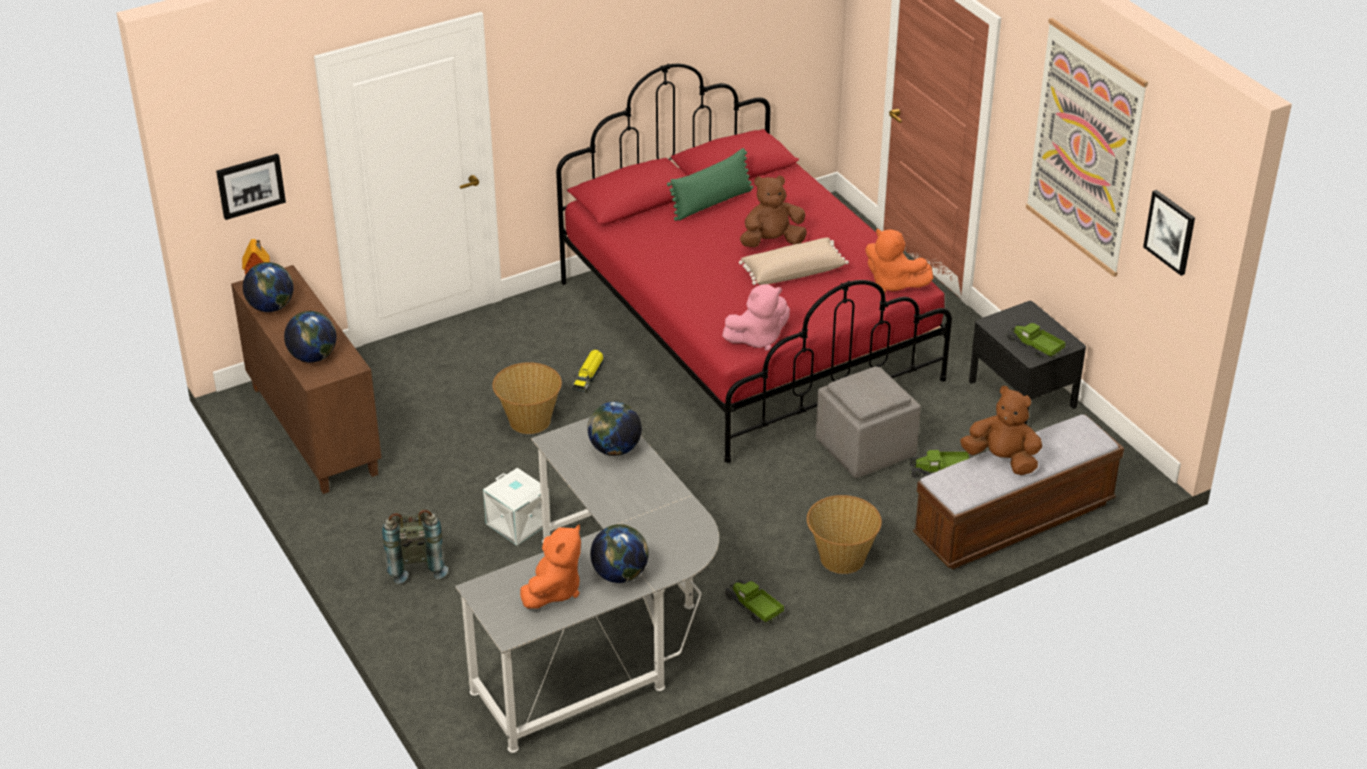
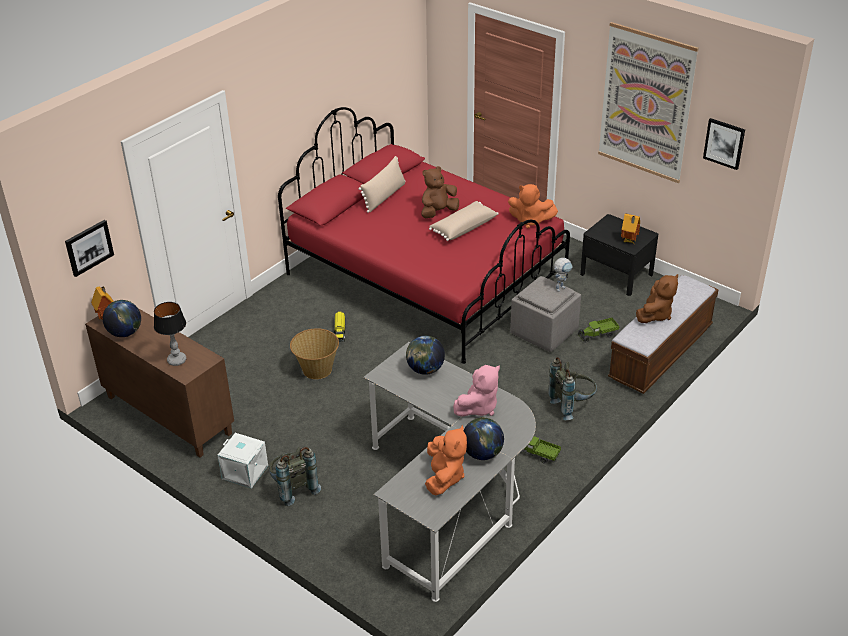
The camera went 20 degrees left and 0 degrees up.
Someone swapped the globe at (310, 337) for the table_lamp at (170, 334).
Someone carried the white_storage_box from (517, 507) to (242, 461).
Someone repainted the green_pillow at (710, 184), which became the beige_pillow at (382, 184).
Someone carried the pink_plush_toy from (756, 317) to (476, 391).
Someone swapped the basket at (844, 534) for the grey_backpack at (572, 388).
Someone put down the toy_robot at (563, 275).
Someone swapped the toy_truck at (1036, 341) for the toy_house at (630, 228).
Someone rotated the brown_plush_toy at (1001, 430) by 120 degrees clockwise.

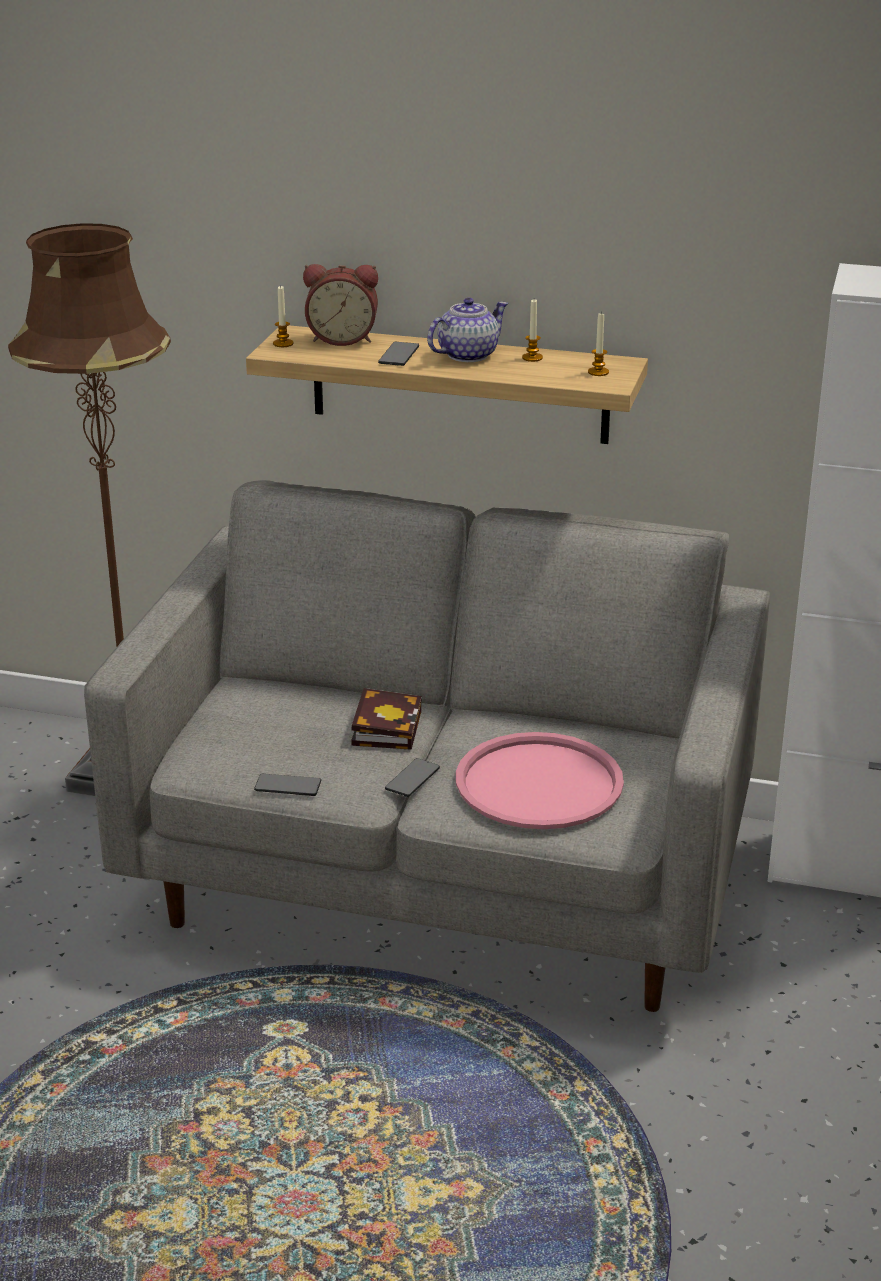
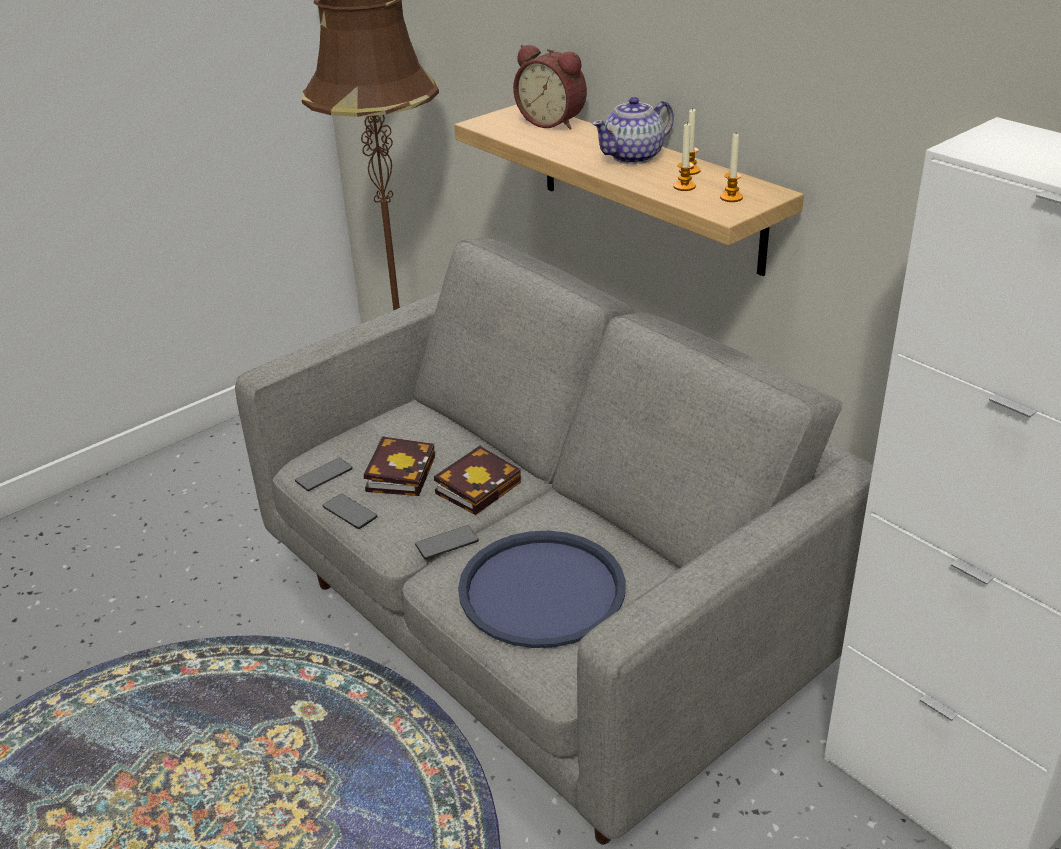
The camera went 35 degrees right and 5 degrees up.
Someone carried the phone from (398, 354) to (324, 474).
Someone put down the book at (399, 466).
Someone repainted the pink_tray at (540, 780), which became the blue_tray at (542, 589).
Someone rotated the teapot at (467, 330) by 150 degrees clockwise.
Someone carried the candle from (283, 316) to (684, 156).

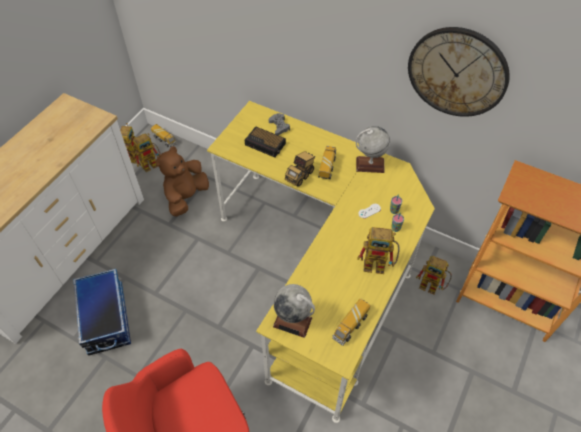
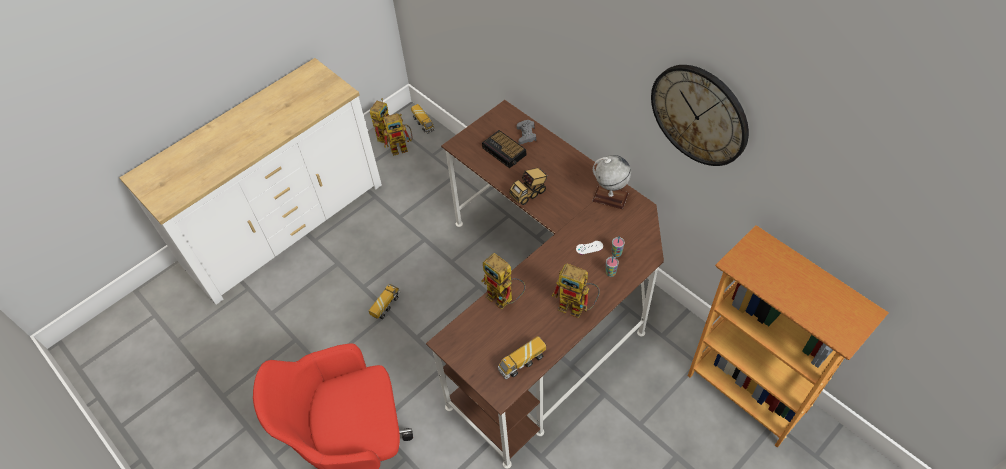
The camera went 20 degrees right and 0 degrees up.
Someone carried the toy_truck from (327, 162) to (385, 301).
Someone repainted the yellow_desk at (321, 262), which became the brown_desk at (545, 284).
Someone carried the toy_robot from (434, 275) to (503, 281).
Someone took away the storage_box at (102, 312).
Someone took away the brown_plush_toy at (182, 181).
Someone took away the globe at (294, 311).

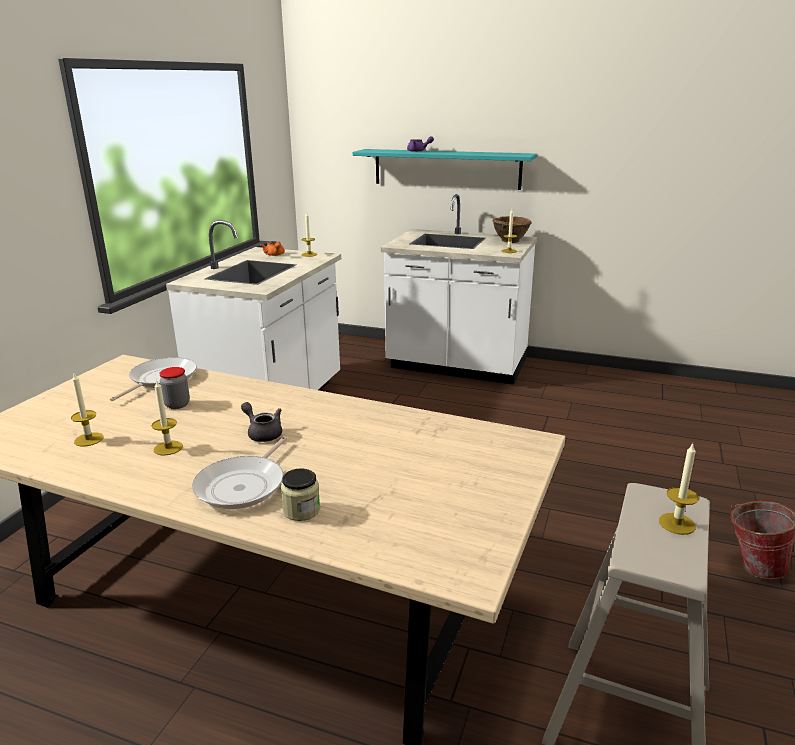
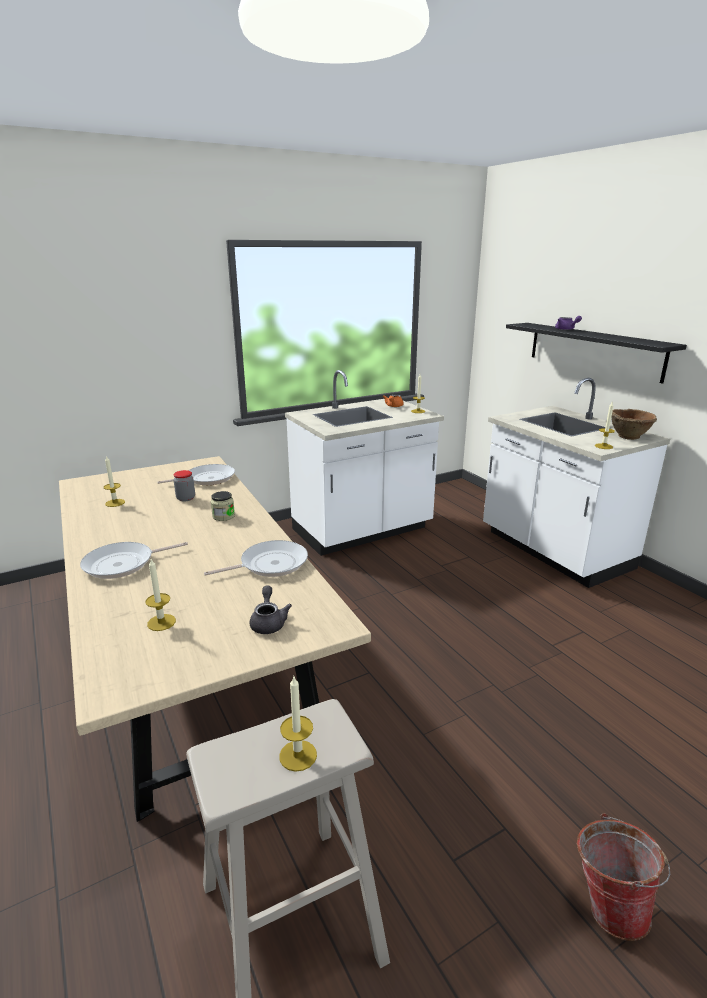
The camera went 40 degrees right and 0 degrees up.
Someone carried the candle from (167, 418) to (160, 595).
Someone put down the frying_pan at (256, 558).
Someone carried the jar from (300, 494) to (223, 506).
Someone carried the grey_teapot from (261, 422) to (271, 609).
Someone repainted the turquoise_shelf at (445, 169), which became the black_shelf at (596, 353).

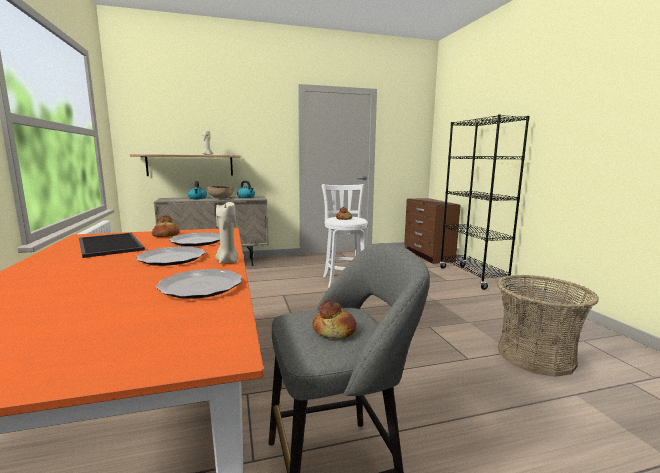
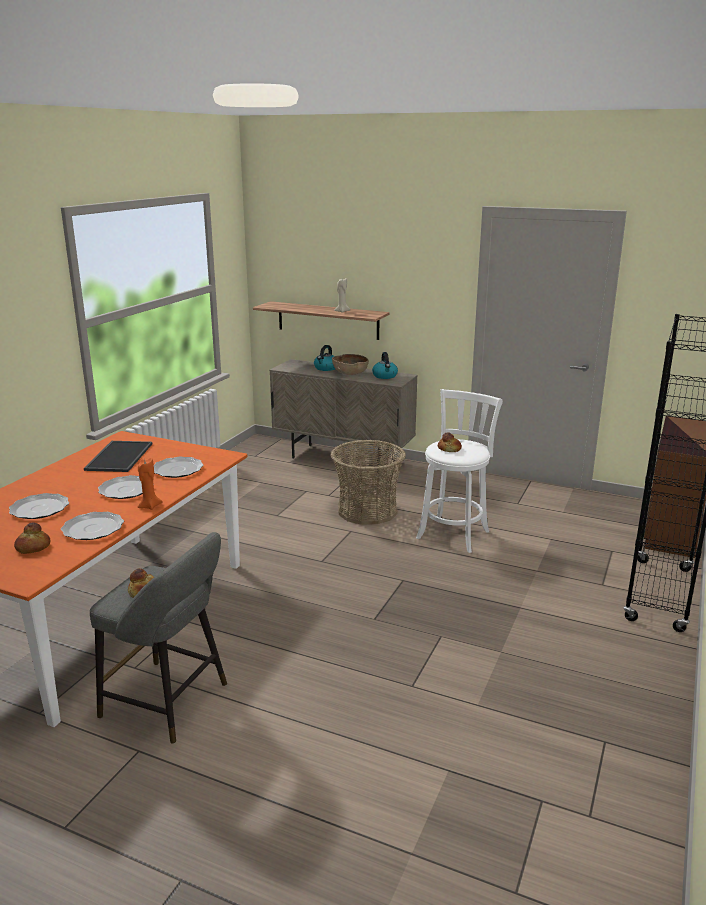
The camera went 40 degrees right and 10 degrees up.
Someone put down the plate at (39, 506).
Someone carried the bread from (165, 226) to (32, 538).
Someone repainted the beige_candle at (226, 233), which became the orange_candle at (150, 484).
Someone carried the basket from (548, 326) to (368, 482).

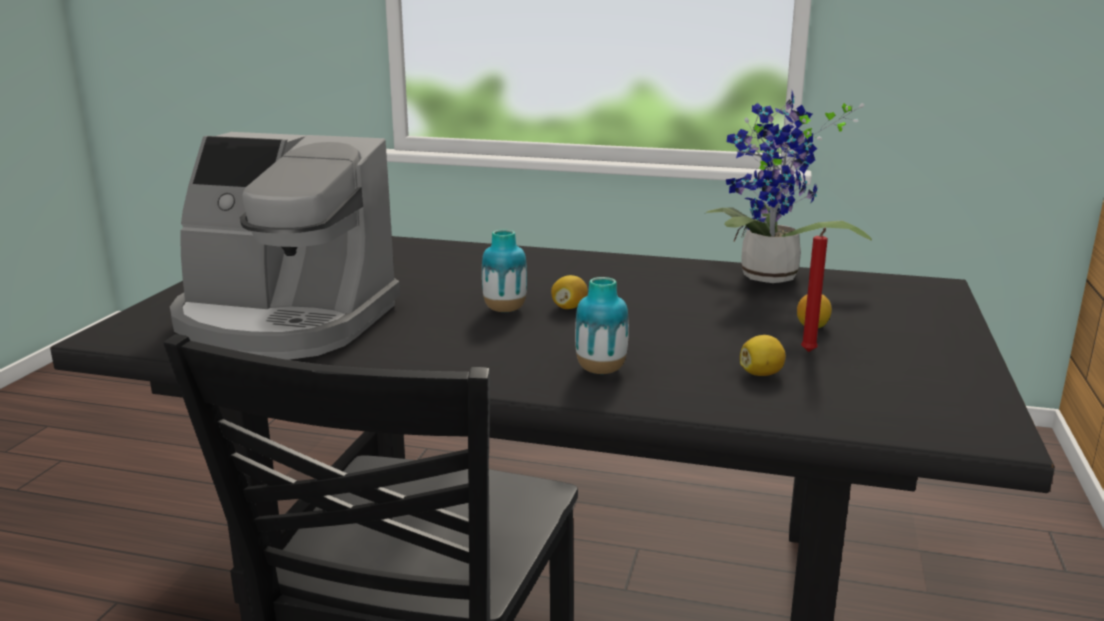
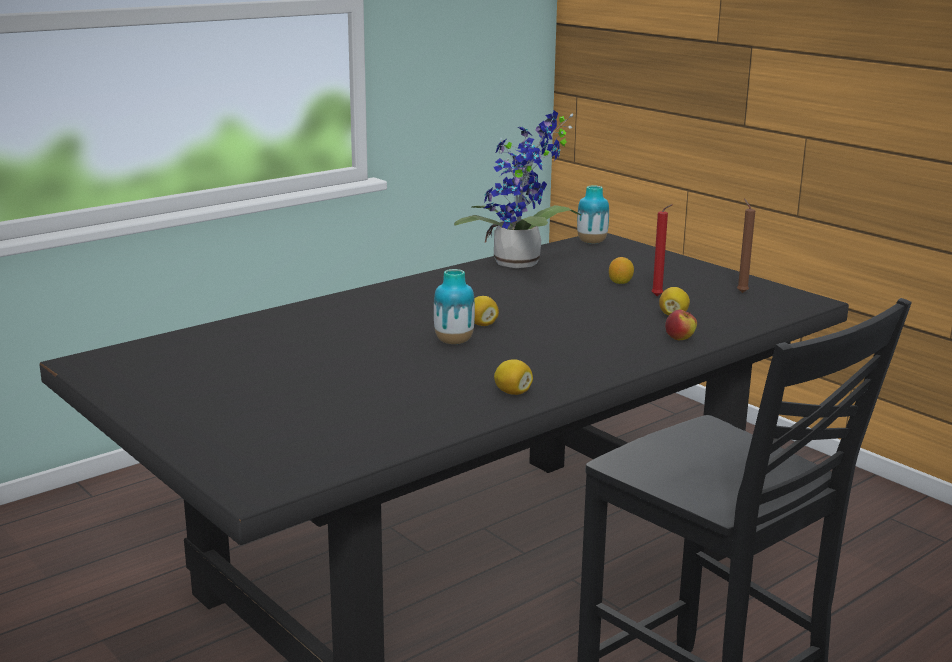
The camera went 55 degrees left and 0 degrees up.
Someone put down the lemon at (513, 377).
Someone carried the vase from (602, 325) to (593, 215).
Someone put down the apple at (681, 325).
Someone put down the brown_candle at (746, 245).
Someone took away the coffee_machine at (285, 246).

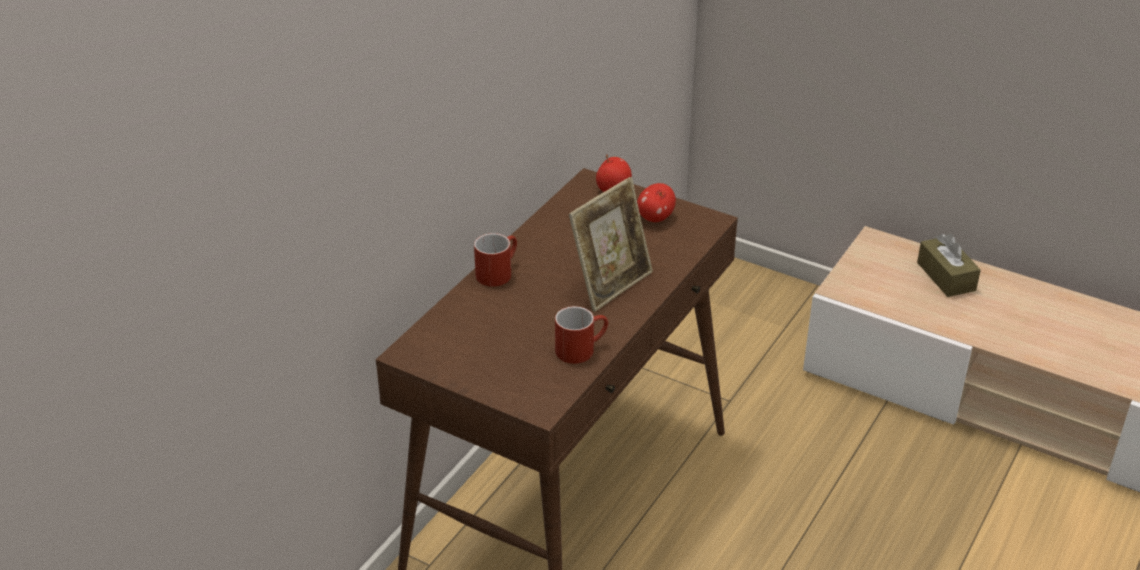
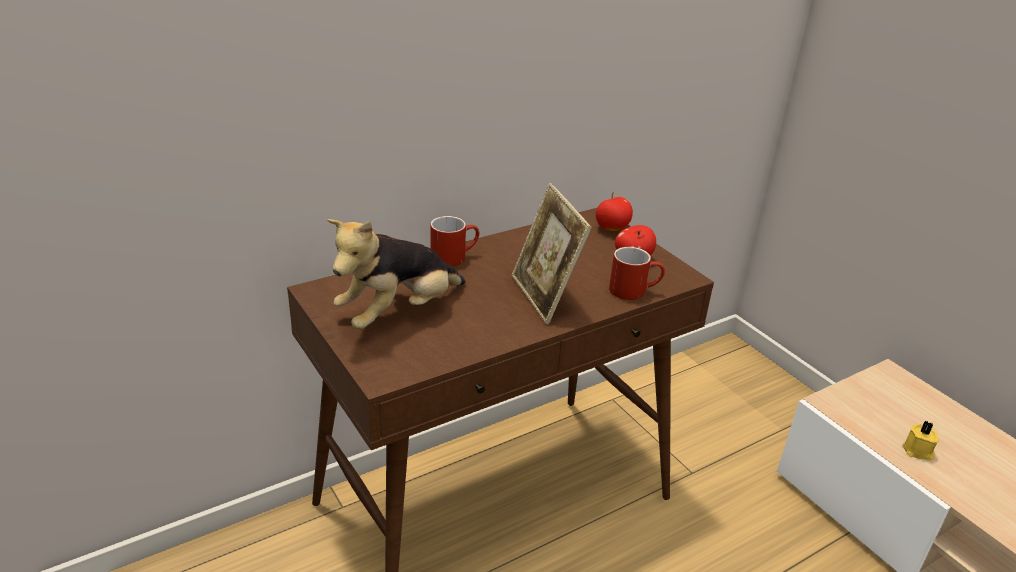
The camera went 25 degrees right and 5 degrees down.
Someone put down the plush_toy at (396, 274).
Someone rotated the picture_frame at (611, 244) by 90 degrees clockwise.
Someone carried the red_mug from (581, 335) to (637, 273).
Someone put down the yellow_candle at (920, 441).
Someone took away the brown_tissue_box at (949, 265).

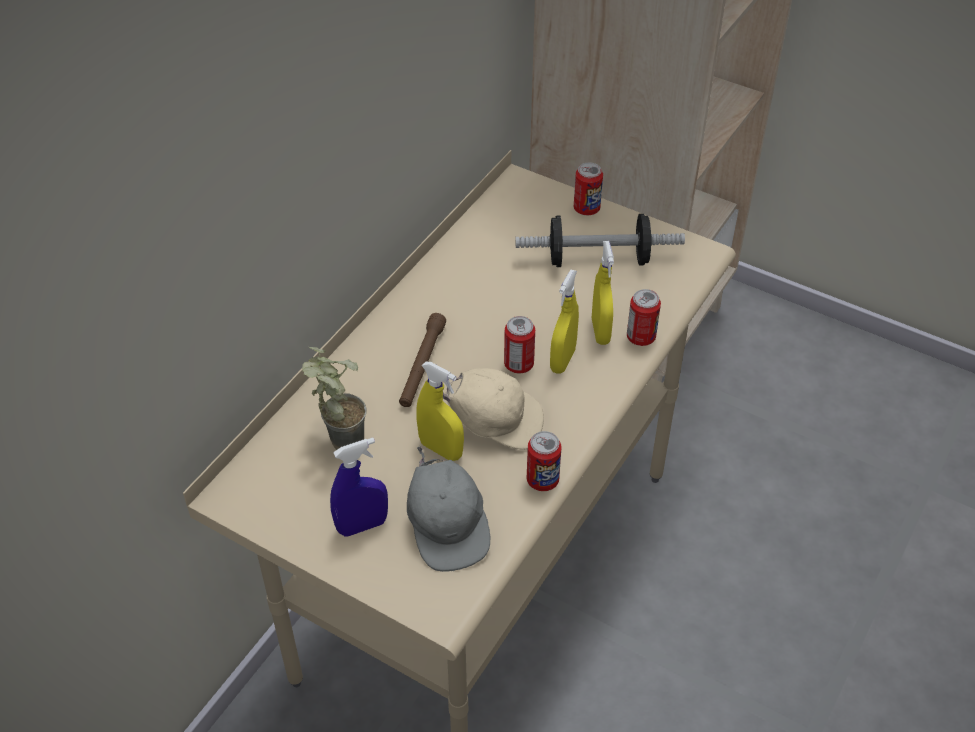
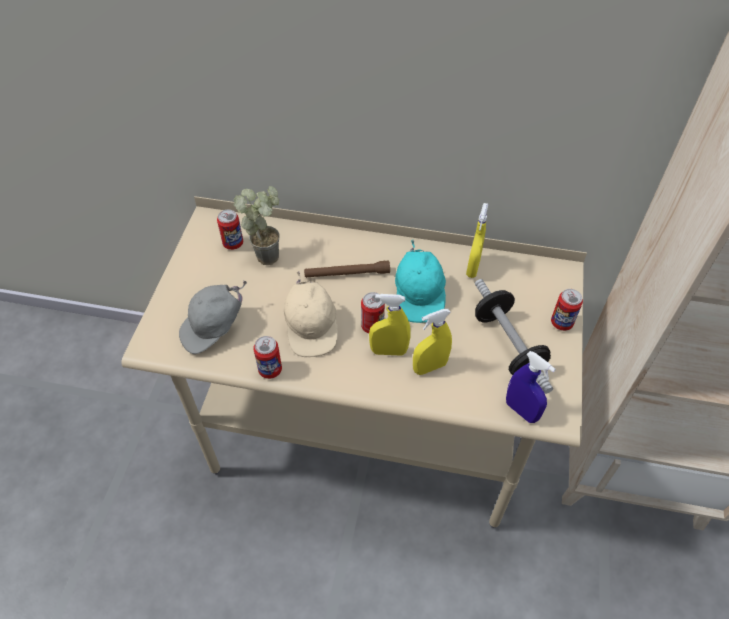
The camera went 70 degrees right and 5 degrees up.
Someone carried the can from (644, 317) to (230, 230).
Someone put down the turquoise_cap at (420, 281).
Someone carried the yellow_spray_bottle from (440, 411) to (477, 240).
Someone carried the blue_spray_bottle from (359, 487) to (531, 387).

